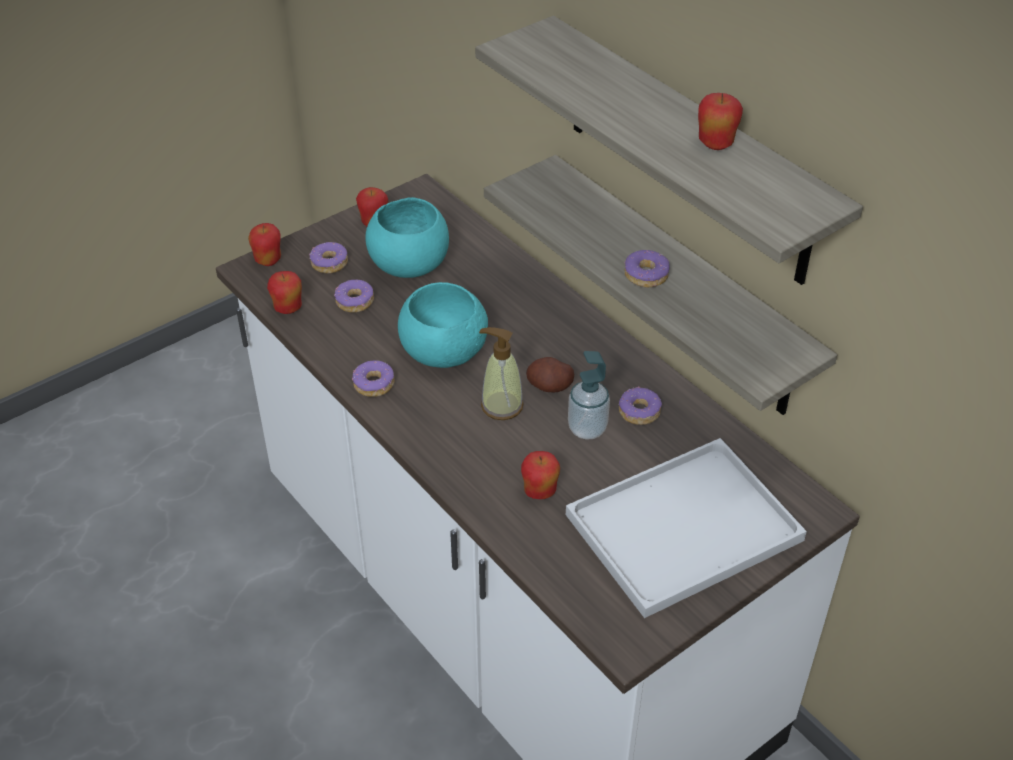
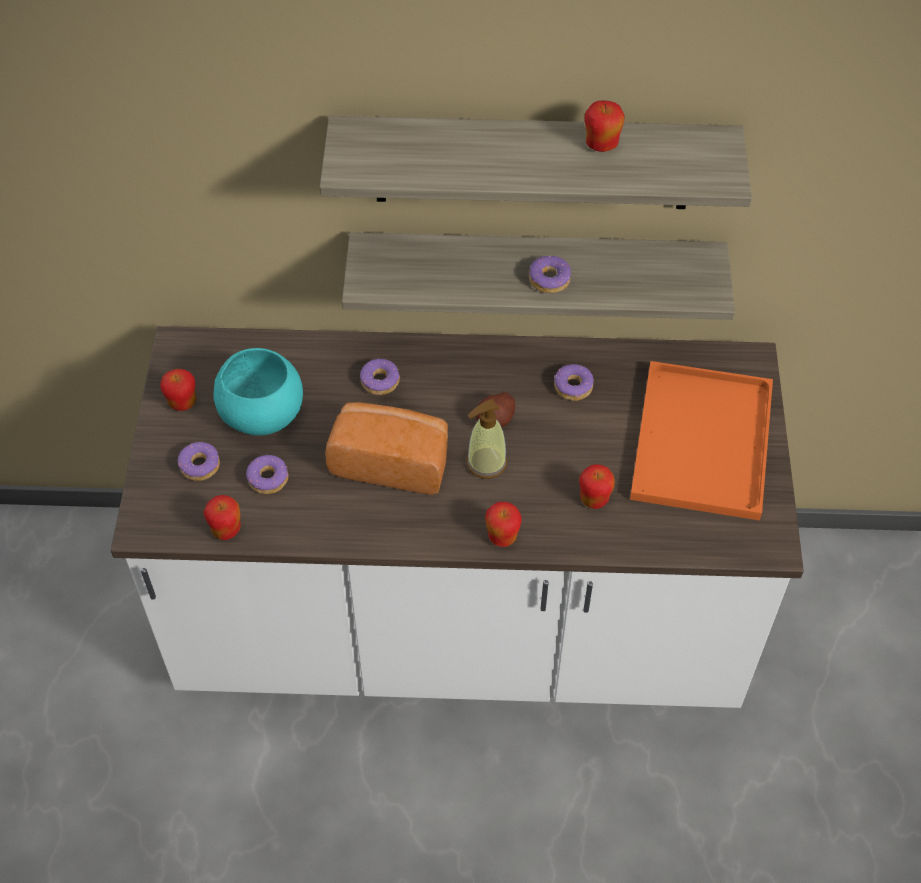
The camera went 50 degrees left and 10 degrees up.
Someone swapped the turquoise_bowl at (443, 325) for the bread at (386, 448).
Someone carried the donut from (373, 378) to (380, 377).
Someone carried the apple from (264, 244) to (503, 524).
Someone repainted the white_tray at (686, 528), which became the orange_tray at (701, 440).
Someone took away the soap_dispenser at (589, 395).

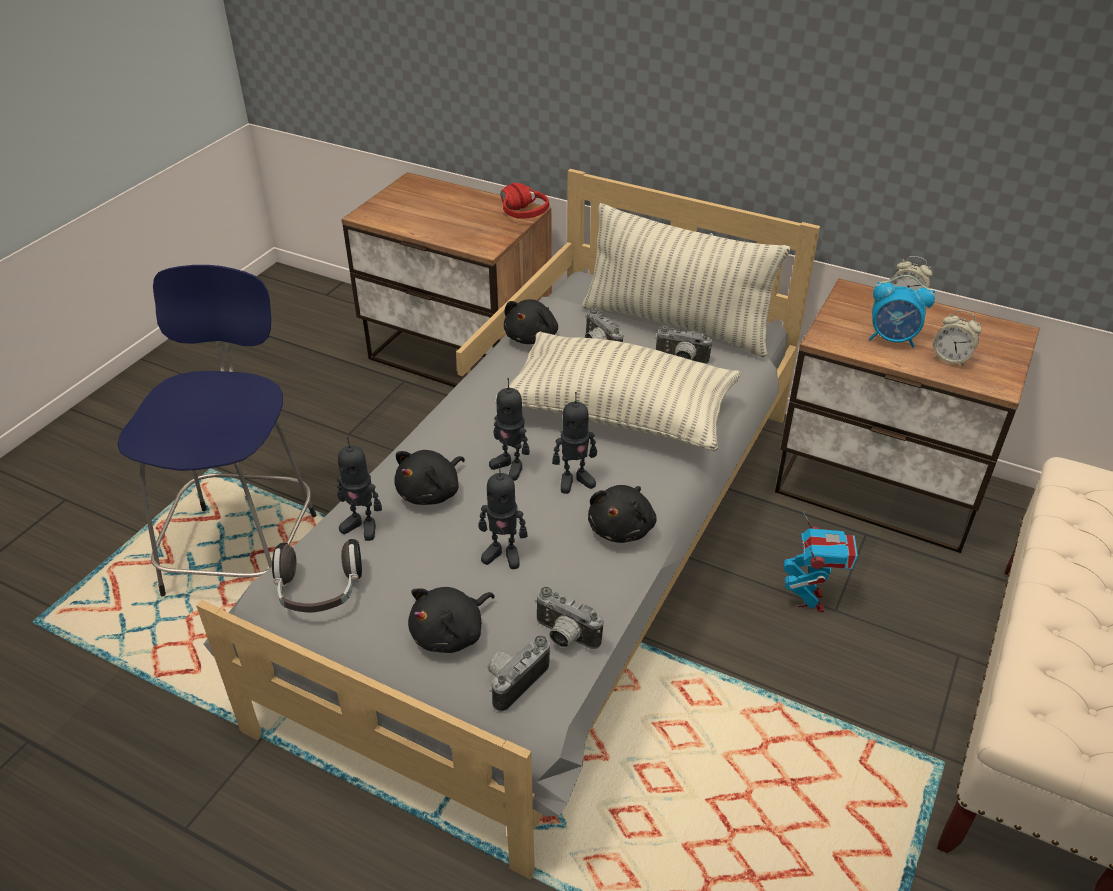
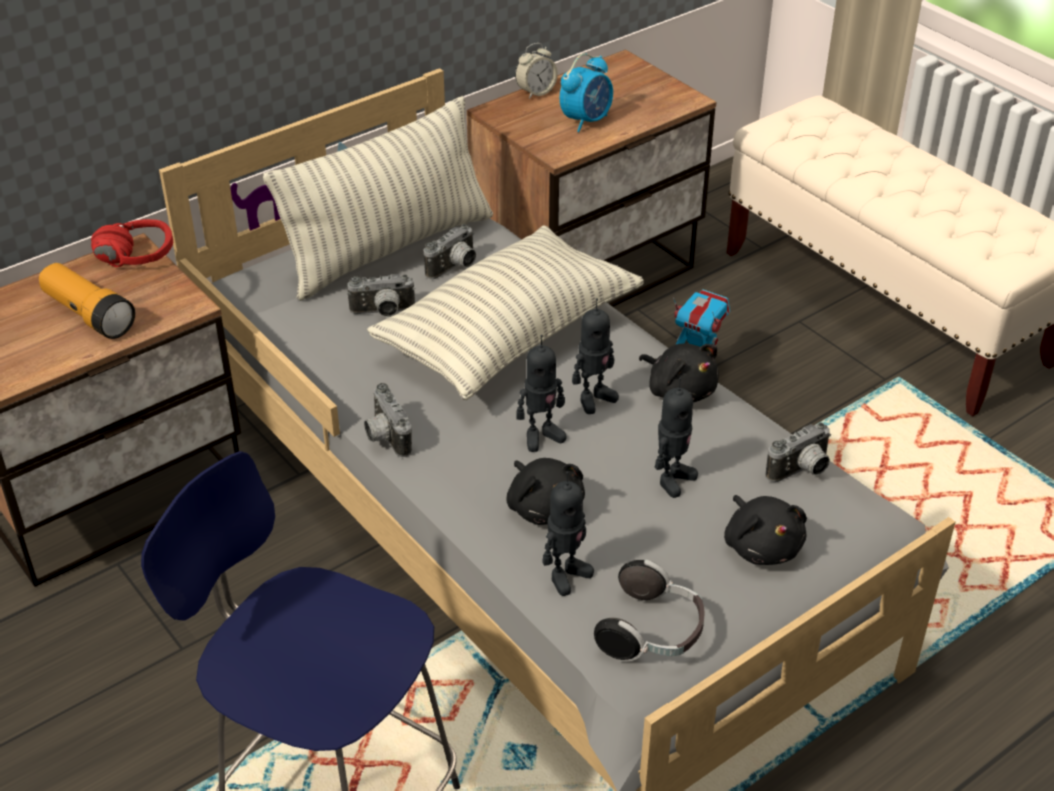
The camera went 65 degrees left and 0 degrees up.
Someone put down the flashlight at (87, 301).
Someone carried the photo_camera from (519, 673) to (388, 420).
Someone rotated the toy_robot at (574, 443) by 45 degrees clockwise.
Someone took away the black_plush_toy at (531, 321).
Someone took away the alarm_clock at (957, 338).

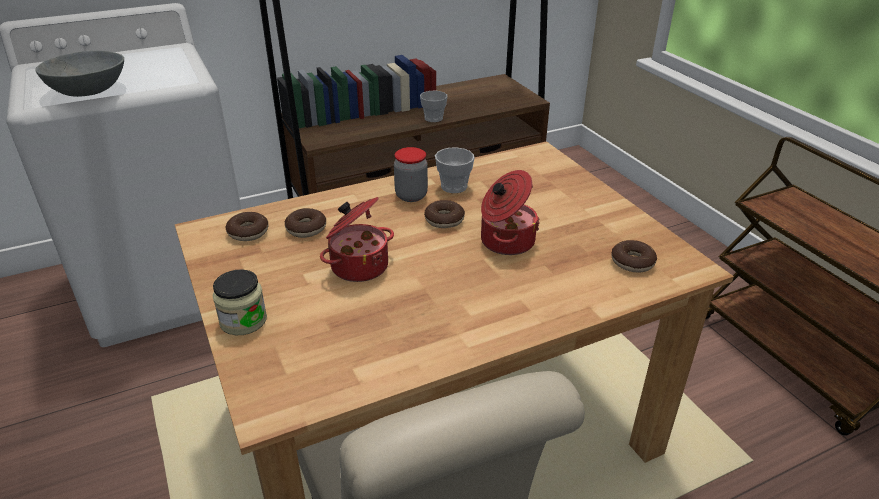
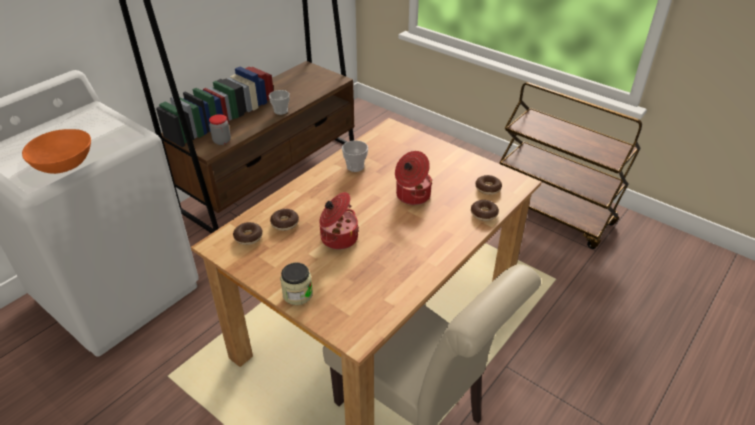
The camera went 25 degrees left and 5 degrees up.
Someone repainted the grey_bowl at (80, 74), which became the orange_bowl at (56, 151).
Someone carried the jar from (411, 174) to (220, 129).
Someone carried the donut from (444, 214) to (485, 210).

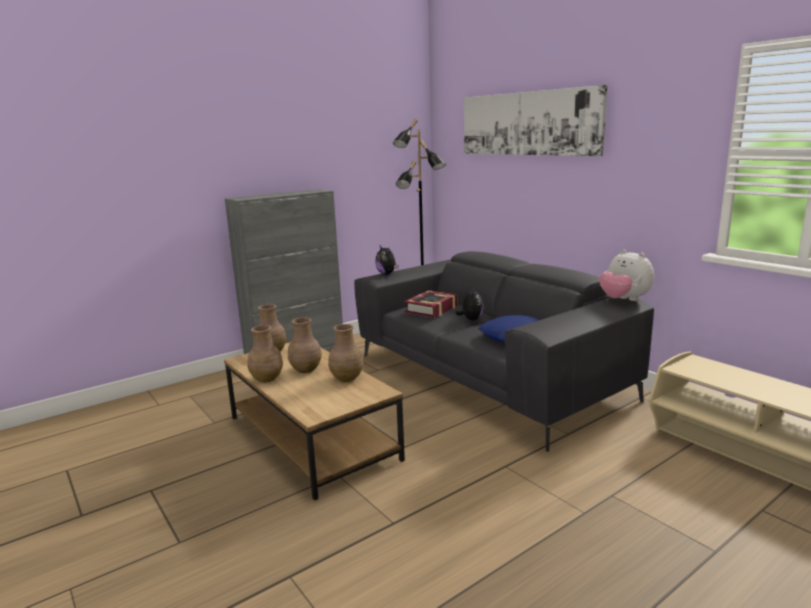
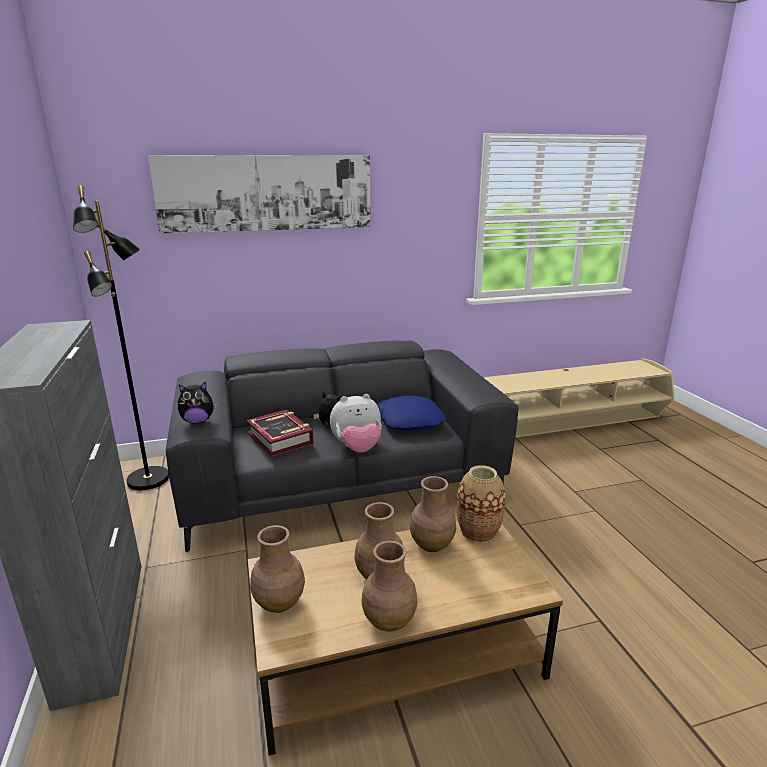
The camera went 70 degrees left and 5 degrees up.
Someone carried the plush_toy from (627, 275) to (356, 423).
Someone put down the vase at (481, 504).

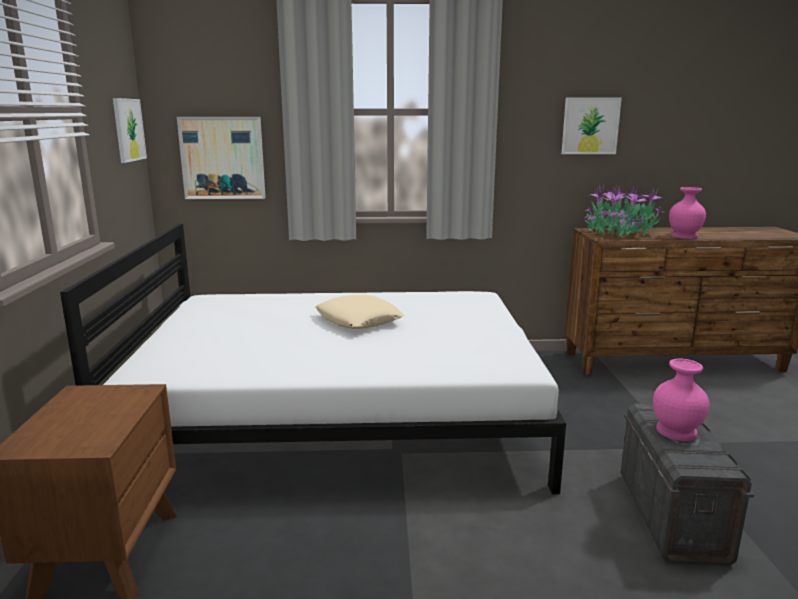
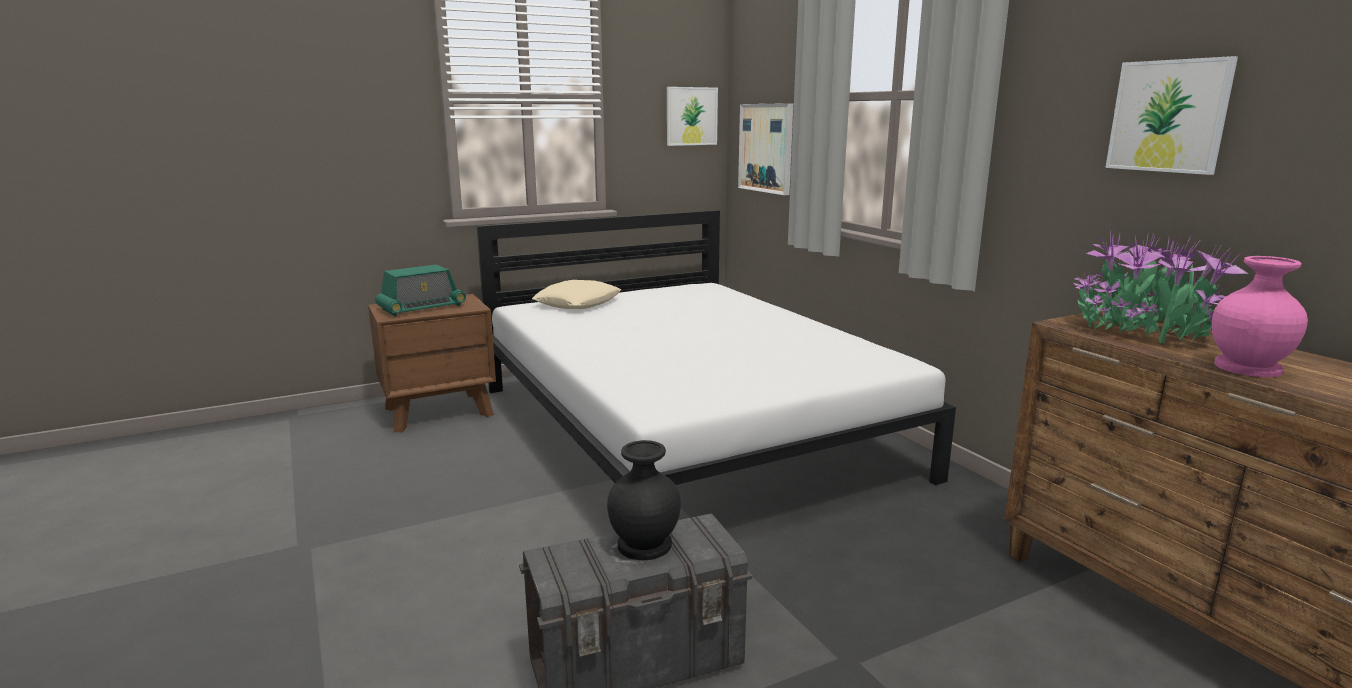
The camera went 65 degrees right and 0 degrees up.
Someone put down the radio at (420, 290).
Someone carried the beige_pillow from (359, 311) to (576, 294).
Someone repainted the pink_vase at (681, 400), which became the black_vase at (644, 500).

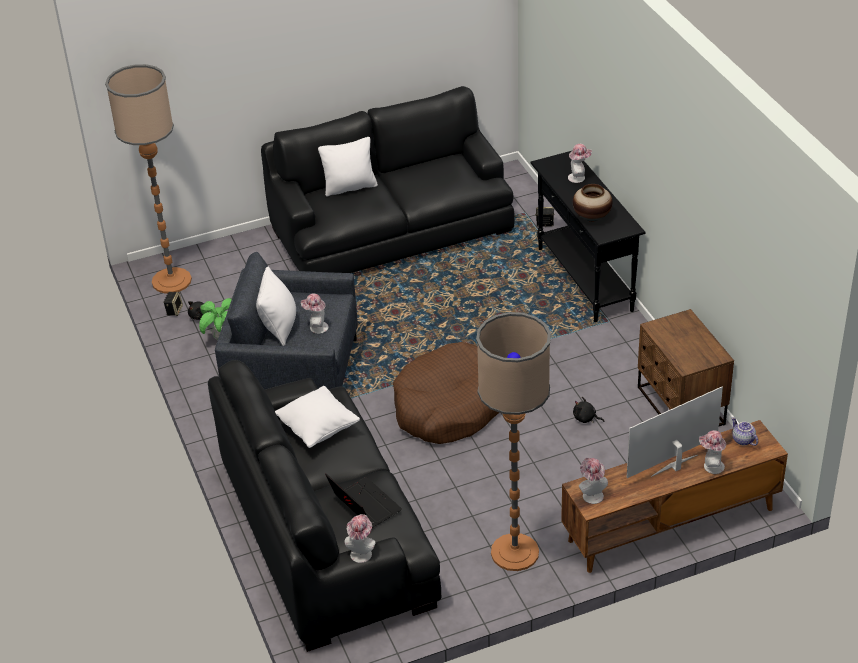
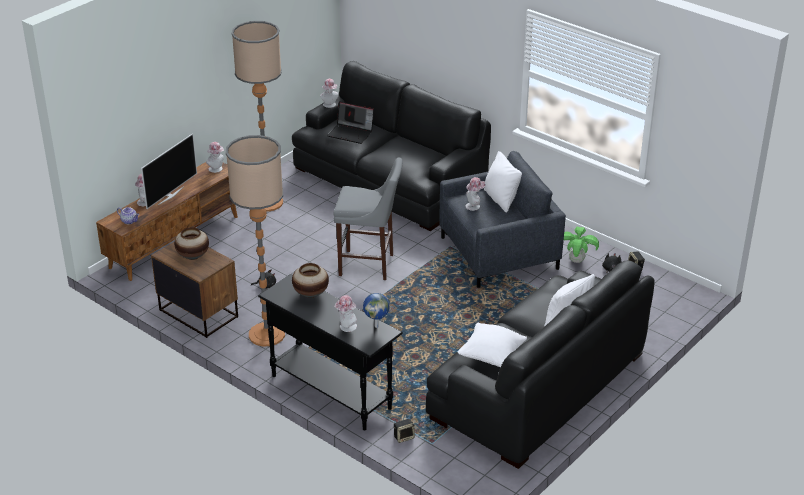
The camera went 150 degrees right and 5 degrees down.
Someone put down the vase at (191, 243).
Someone carried the floor_lamp from (148, 179) to (255, 240).
Someone swapped the brown_dog_bed at (446, 393) for the grey_stool at (368, 219).
Someone put down the globe at (376, 310).
Someone carried the white_pillow from (317, 417) to (492, 345).

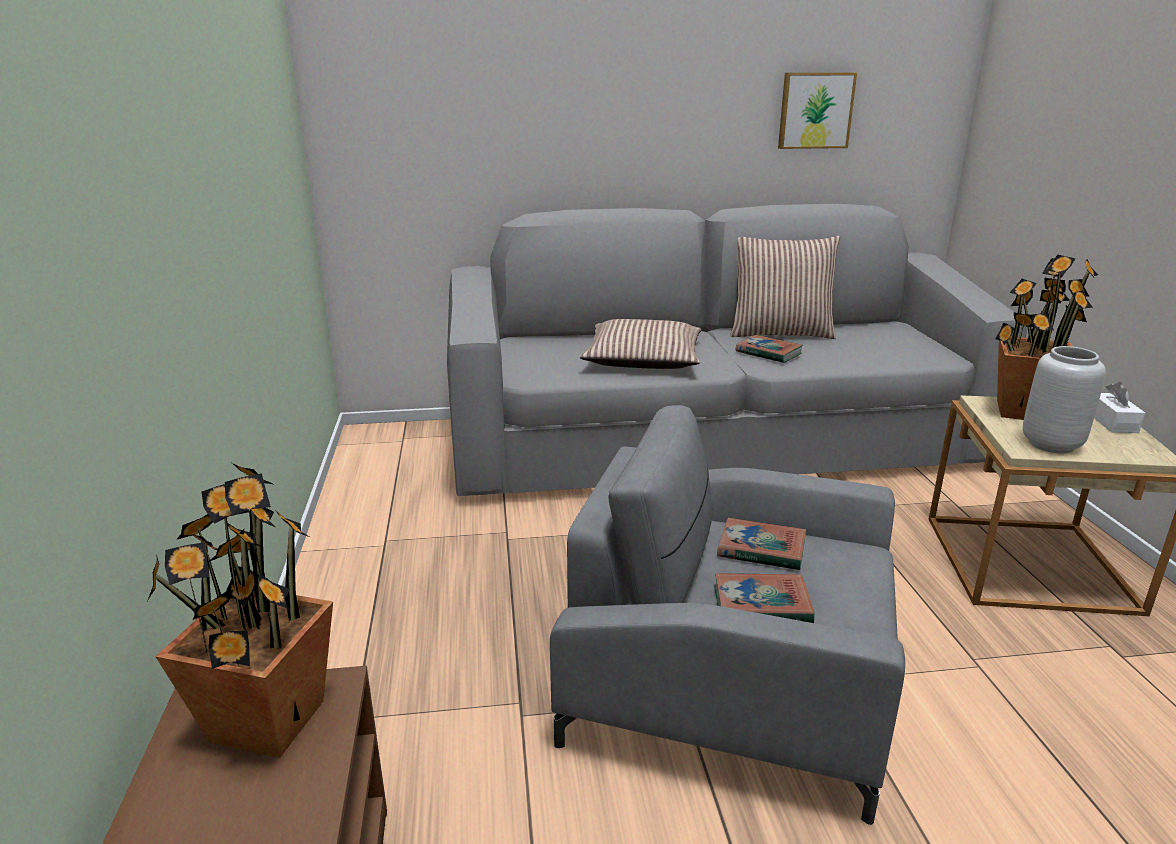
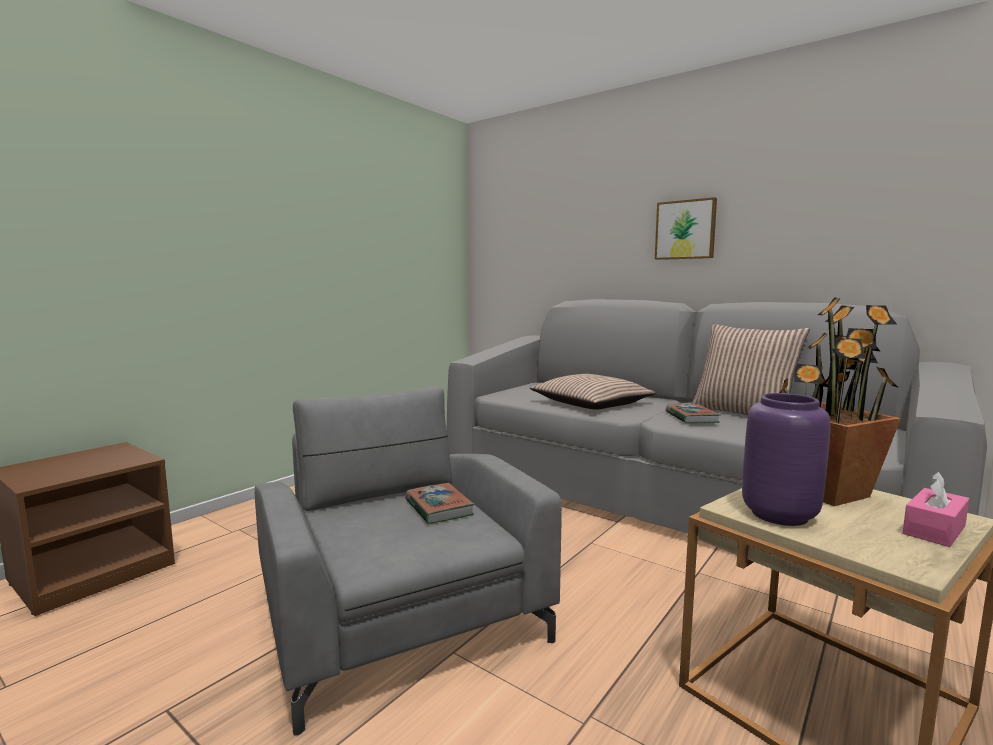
The camera went 45 degrees right and 15 degrees down.
Someone carried the picture from (817, 110) to (686, 228).
Someone repainted the grey_vase at (1064, 399), which became the purple_vase at (786, 459).
Someone repainted the white_tissue_box at (1119, 407), which became the pink_tissue_box at (936, 509).
Someone took away the potted_plant at (240, 610).
Someone took away the book at (764, 598).

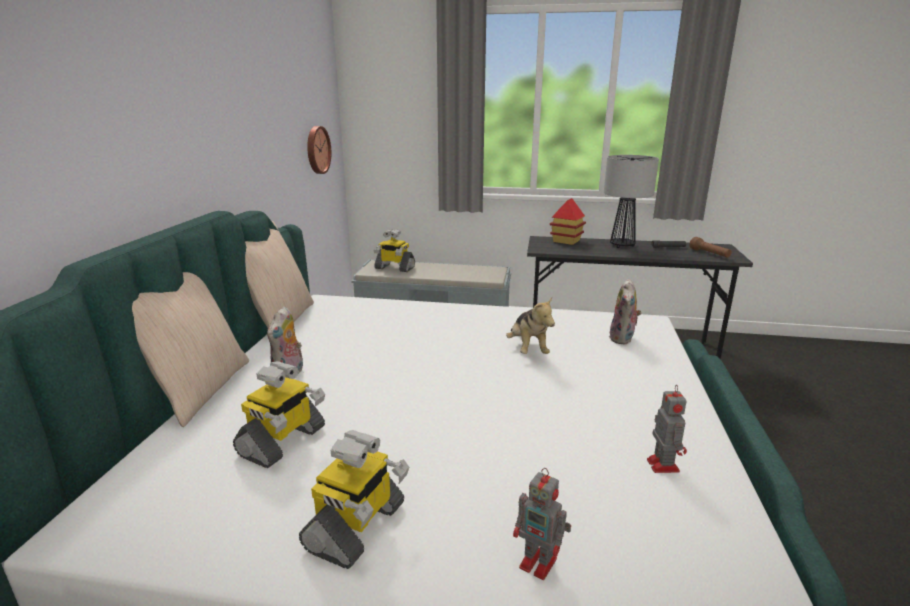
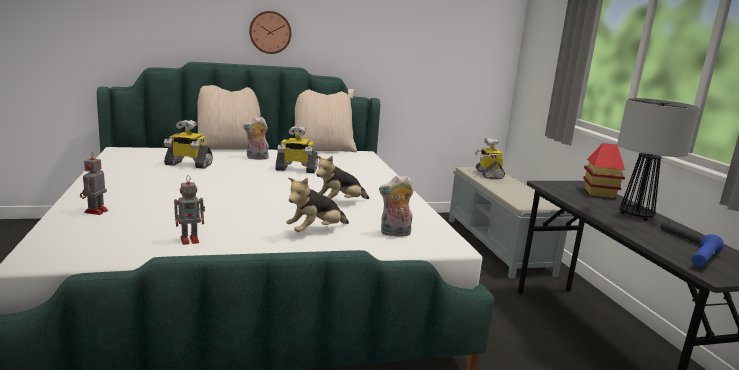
The camera went 65 degrees right and 5 degrees down.
Someone carried the wall_clock from (319, 150) to (270, 32).
Someone carried the toy_robot from (354, 499) to (296, 149).
Someone put down the plush_toy at (317, 204).
Someone repainted the brown_flashlight at (710, 247), which became the blue_flashlight at (708, 250).

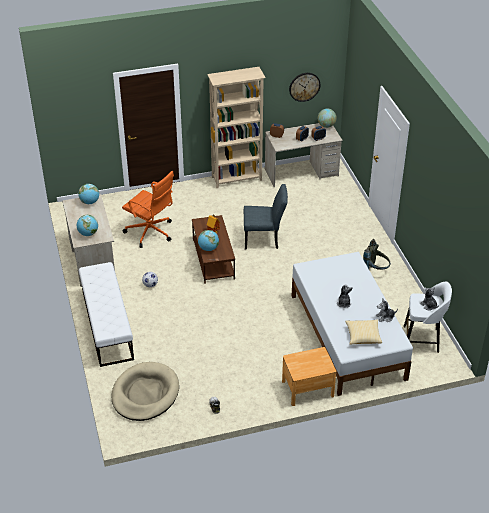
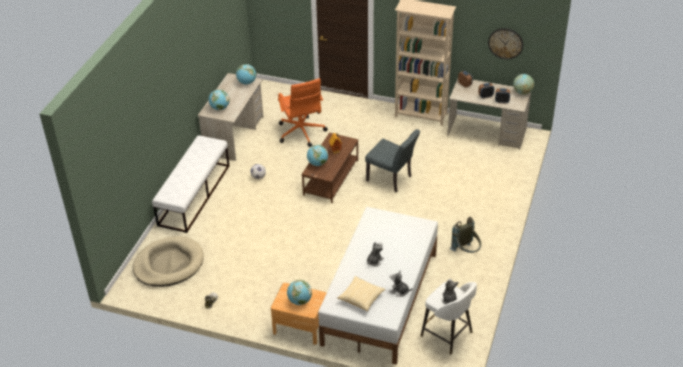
The camera went 35 degrees right and 0 degrees up.
Someone put down the globe at (299, 292).

